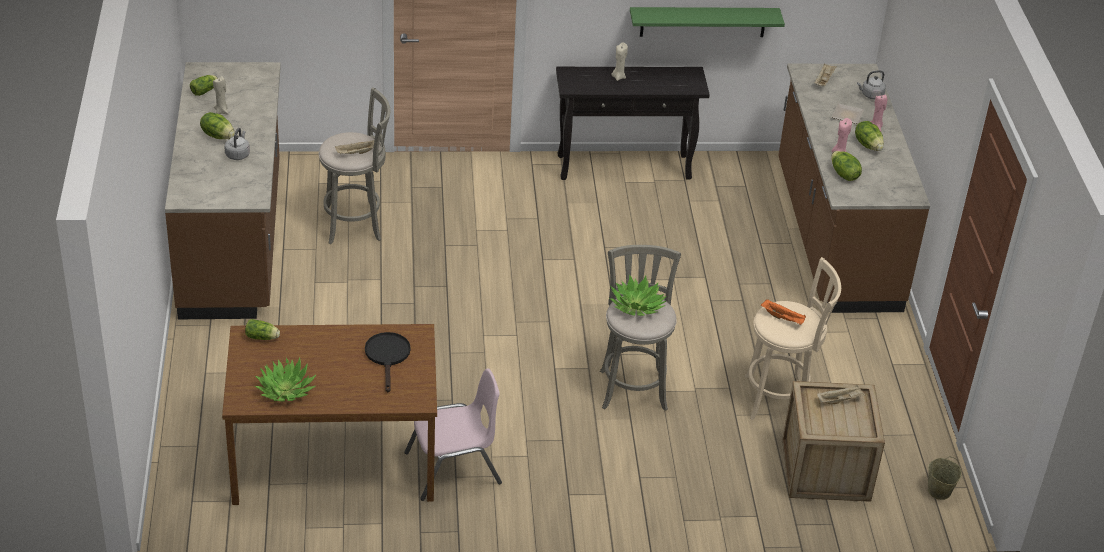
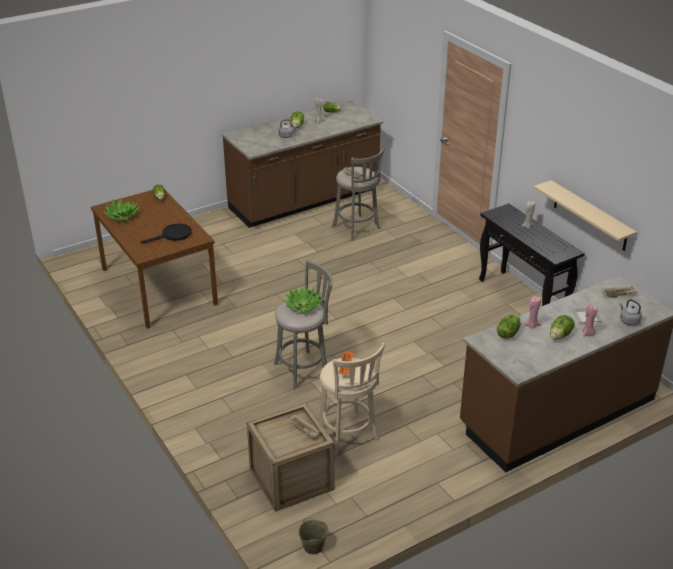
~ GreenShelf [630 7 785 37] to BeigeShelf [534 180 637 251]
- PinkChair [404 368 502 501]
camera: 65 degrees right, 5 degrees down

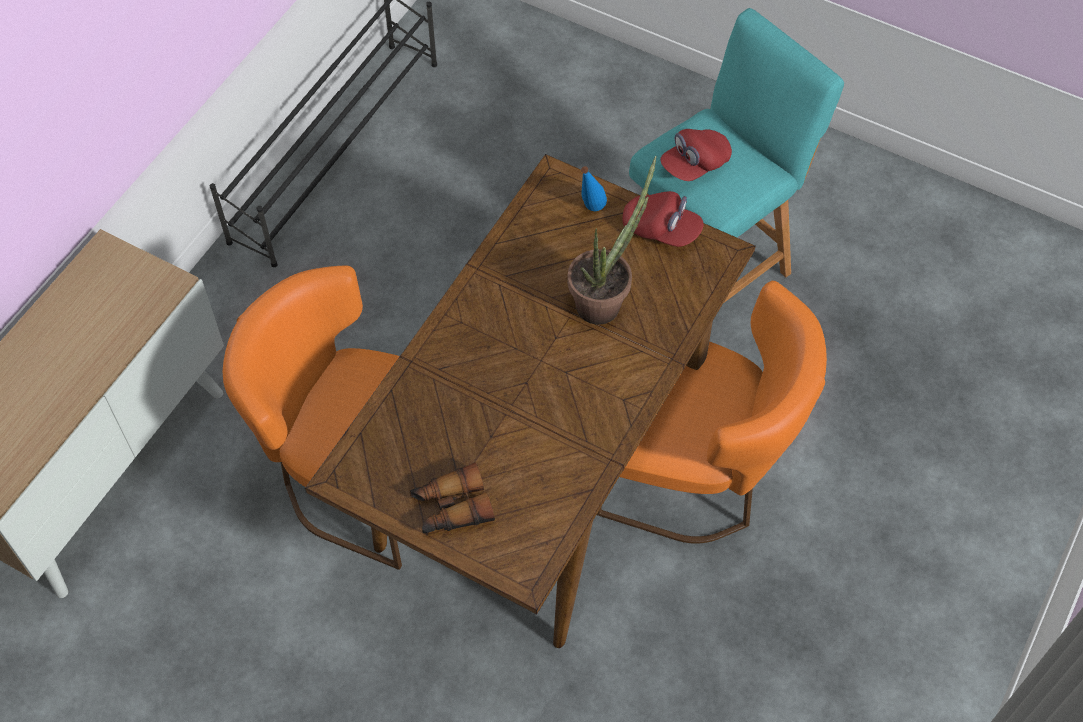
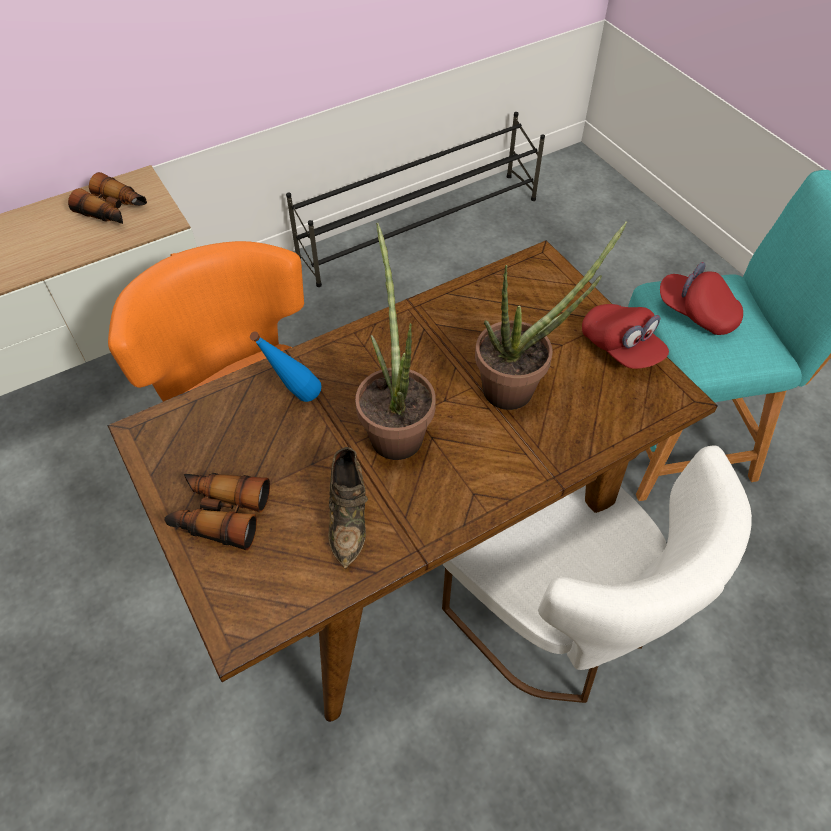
+ Binoculars [68 172 147 224]
~ BlueBottle [581 166 607 211] to [250 332 321 402]
+ BrownShoe [328 447 368 569]
+ PottedPlant [355 223 436 460]
~ OrangeChair [597 281 827 544] to WhiteChair [442 446 752 703]
~ RedCap [660 129 732 181] = [660 262 743 335] 45 degrees clockwise
camera: 30 degrees right, 5 degrees down

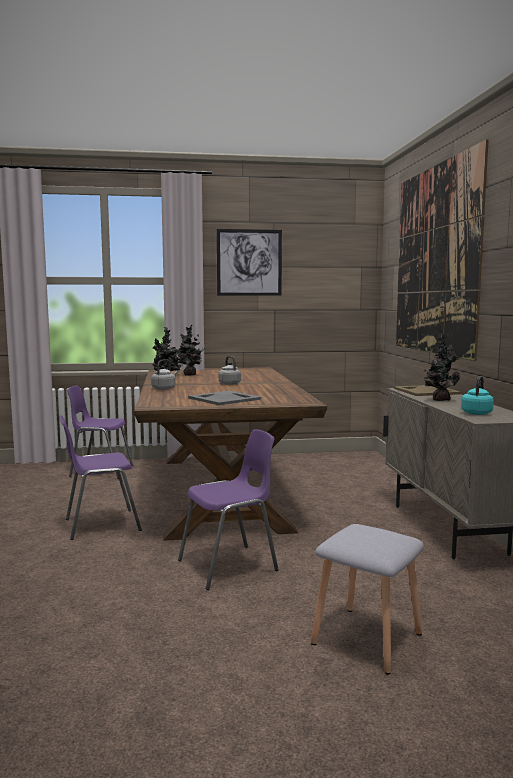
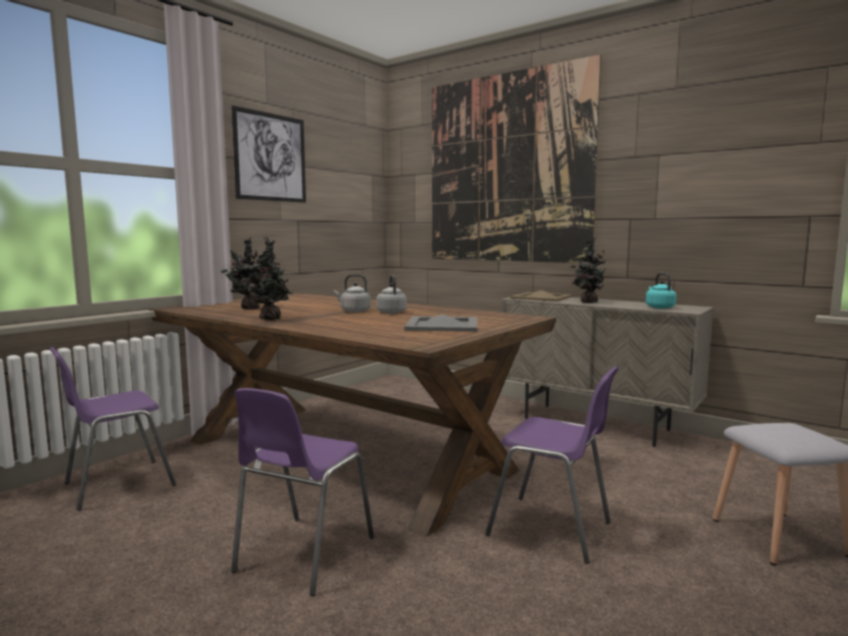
~ GreyKettle [151 359 178 390] to [376 275 407 314]
~ PurpleChair [178 429 279 590] = [485 366 619 564] 105 degrees clockwise
camera: 45 degrees left, 0 degrees up

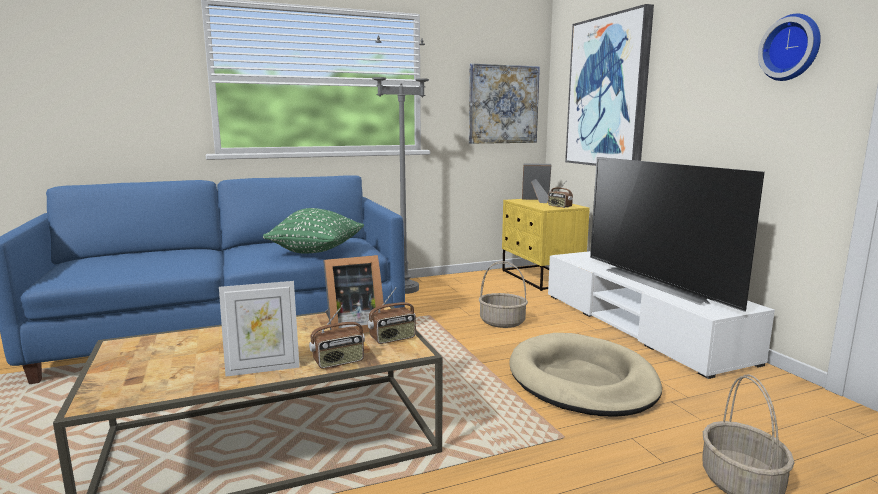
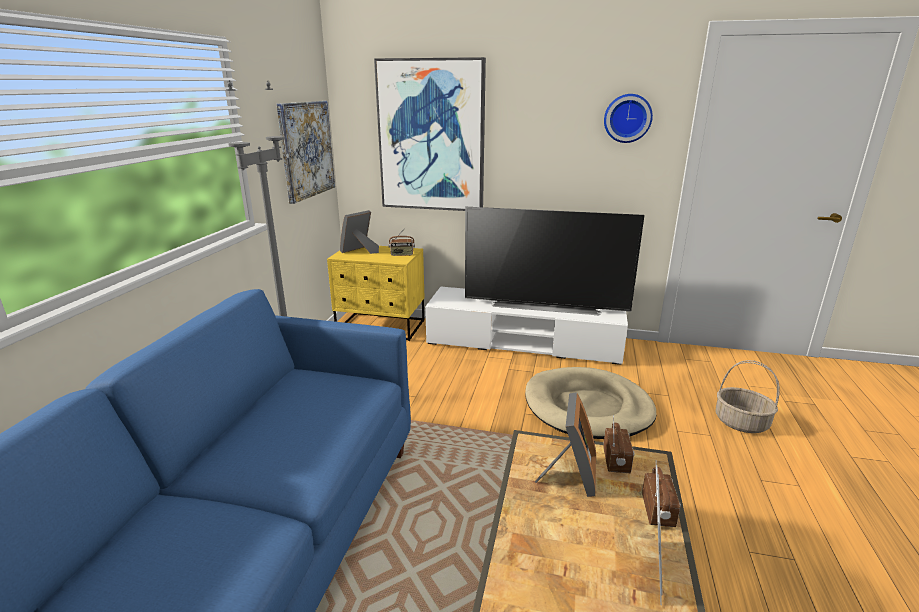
- GreenPillow [263 208 364 254]
- Basket [479 261 528 328]
camera: 55 degrees left, 10 degrees up

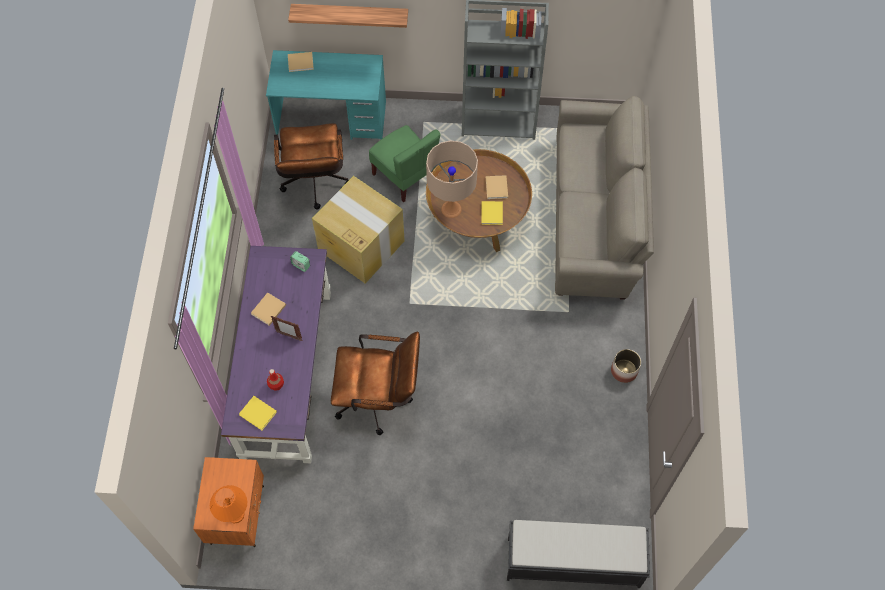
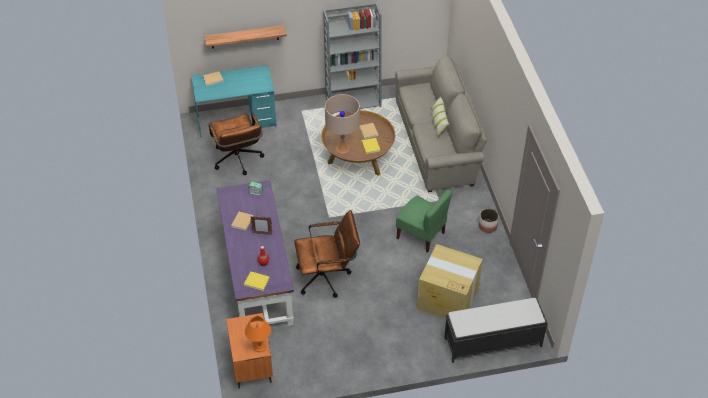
~ GreenChair [369 125 440 203] to [396 189 452 253]
~ CardboardBox [312 176 405 284] to [417 244 483 319]
+ Pillow [431 97 449 138]
camera: 15 degrees left, 15 degrees down

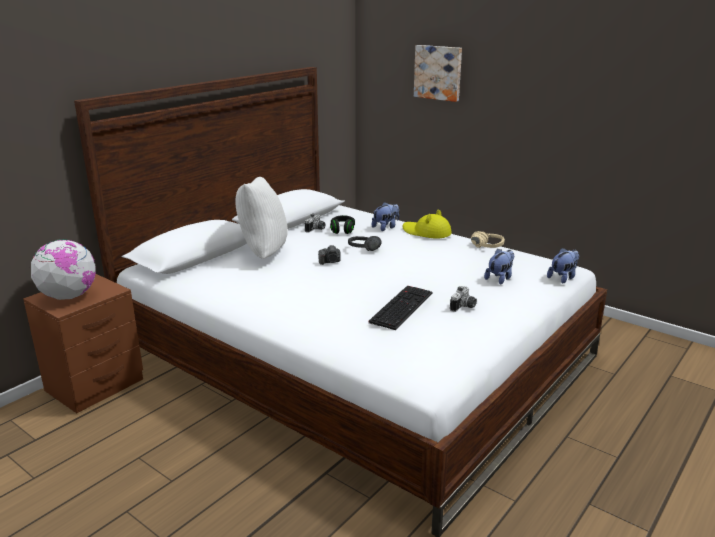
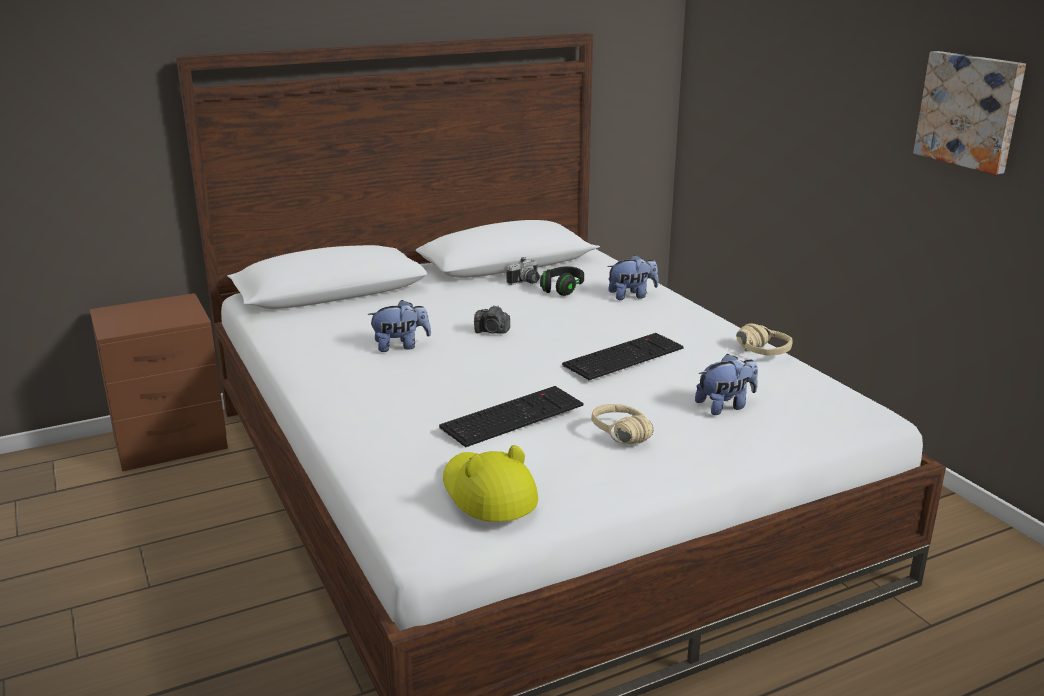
~ PlushToy [547 248 579 283] to [367 300 431 352]
~ YellowHat [402 209 451 239] to [443 445 538 522]
+ Keyboard [562 333 684 380]
~ PhotoCamera [450 286 477 312] to BeigeHeadphones [591 404 653 444]
~ Picture [414 45 462 102] to [913 51 1026 175]
- Globe [31 239 96 300]
- WhitePillow [235 177 288 259]
- BlackHeadphones [348 236 382 251]
camera: 25 degrees right, 0 degrees up

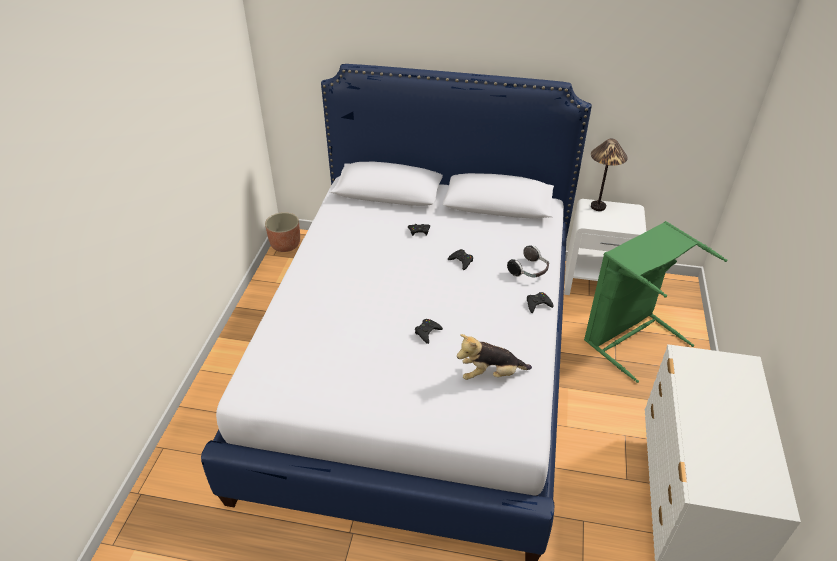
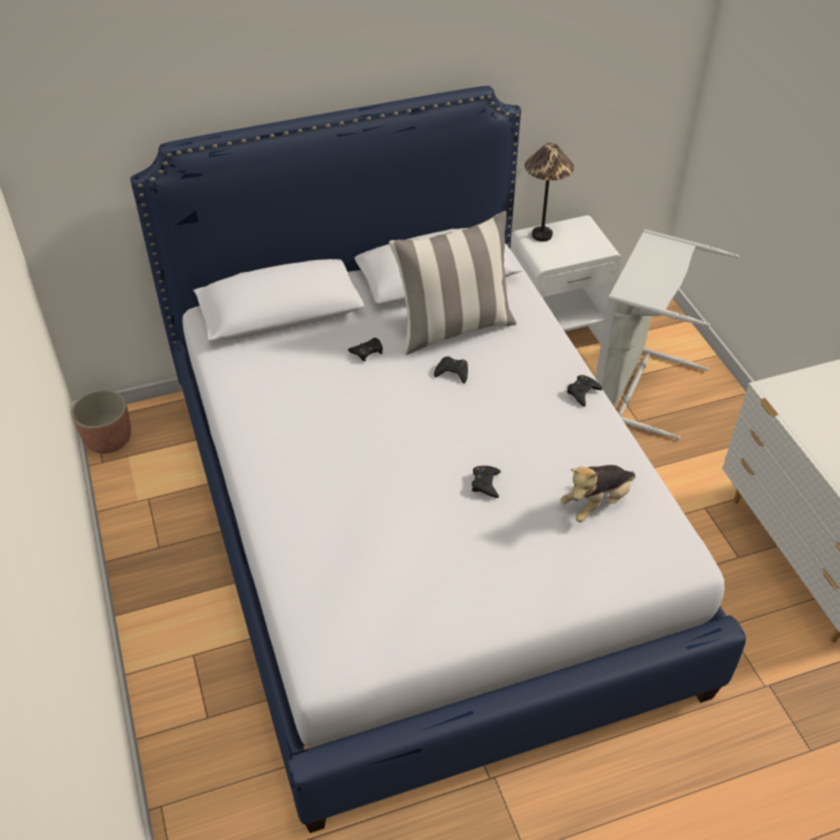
+ Pillow [389 211 516 355]
~ GreenLaundryBasket [584 221 727 383] to GreyLaundryBasket [595 229 739 440]
- Headphones [507 245 549 277]
camera: 30 degrees left, 5 degrees up

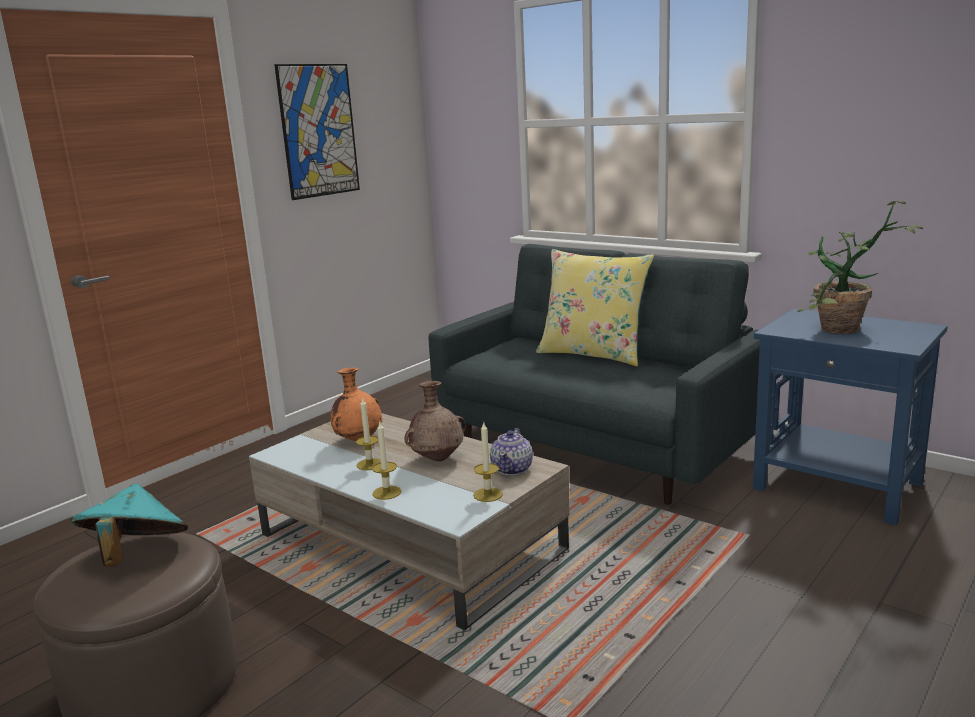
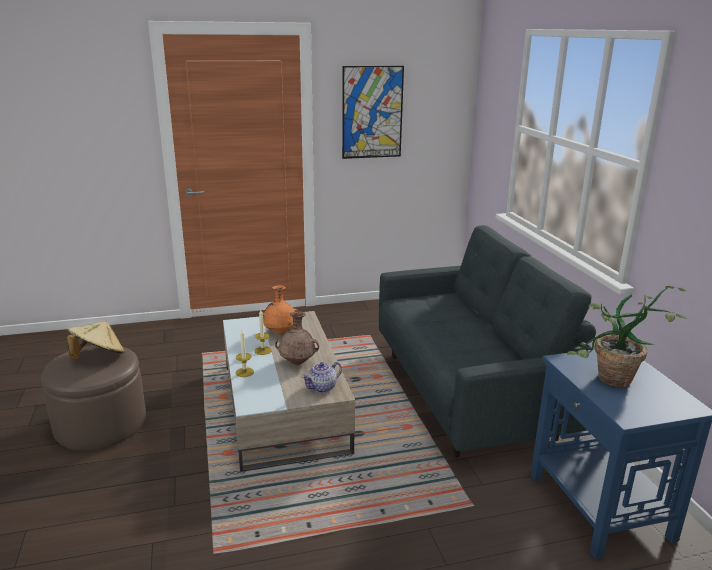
~ TurquoiseHat [70 483 188 567] to BeigeHat [67 321 125 360]
- Candle [473 421 503 502]
- YellowPillow [536 249 654 366]
camera: 35 degrees right, 5 degrees up

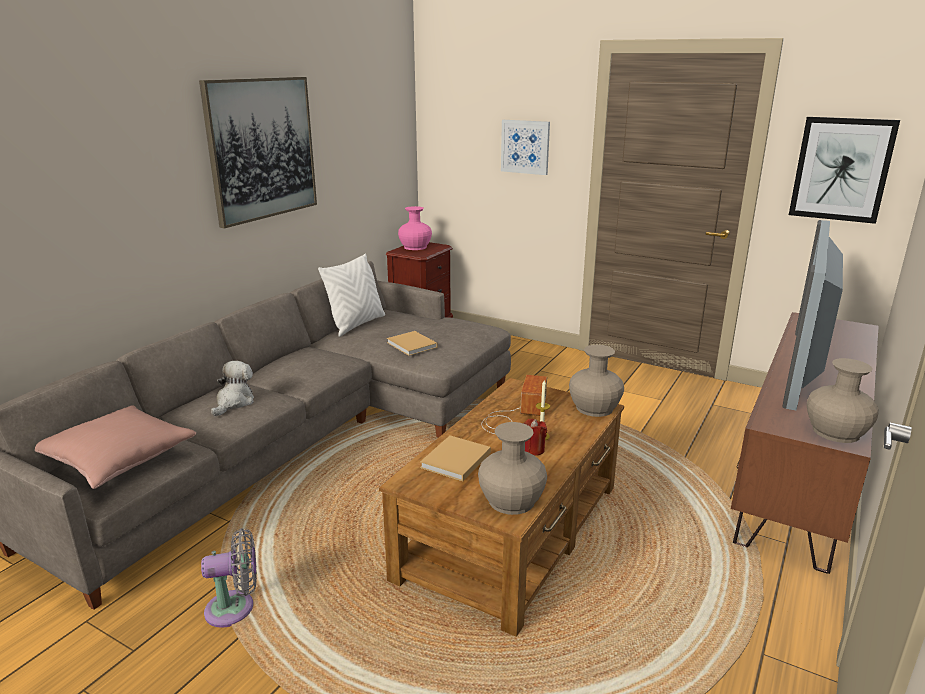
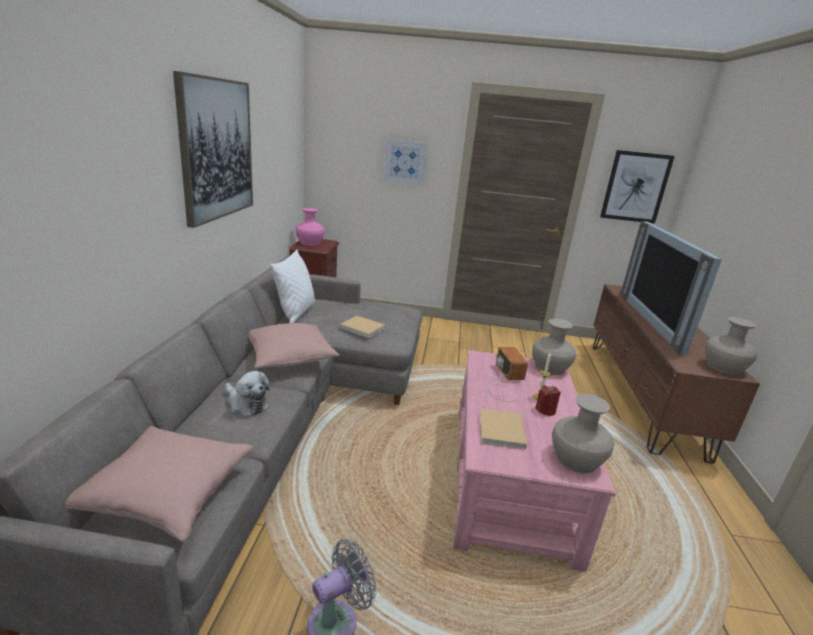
~ PlushToy [211 361 254 416] = [225 371 270 416] 135 degrees clockwise
+ PinkPillow [249 323 340 369]
~ BrownCoffeeTable [379 378 624 637] to PinkCoffeeTable [453 350 616 572]
camera: 25 degrees left, 0 degrees up

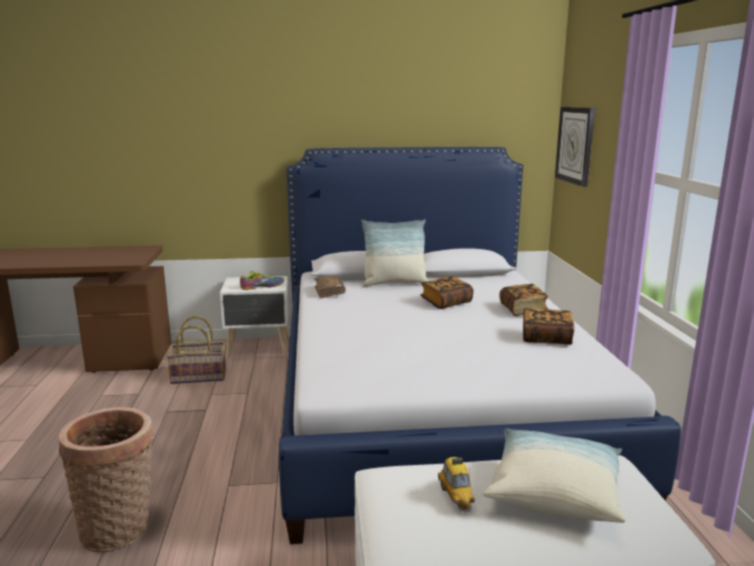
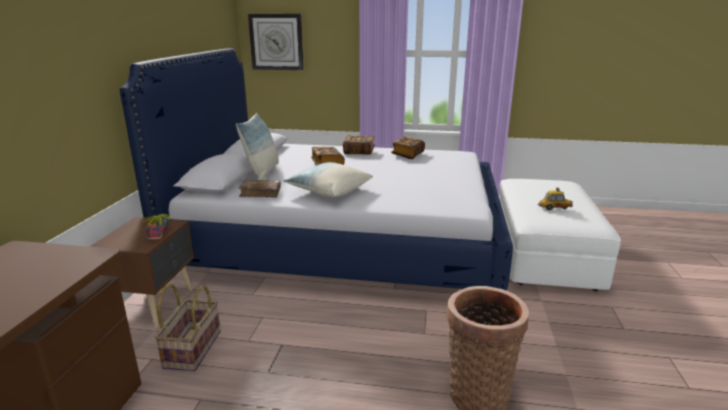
~ WhiteNightstand [220 276 289 357] to BrownNightstand [90 217 194 328]
~ Pillow [483 428 626 523] to [283 162 373 197]
camera: 75 degrees left, 5 degrees up

